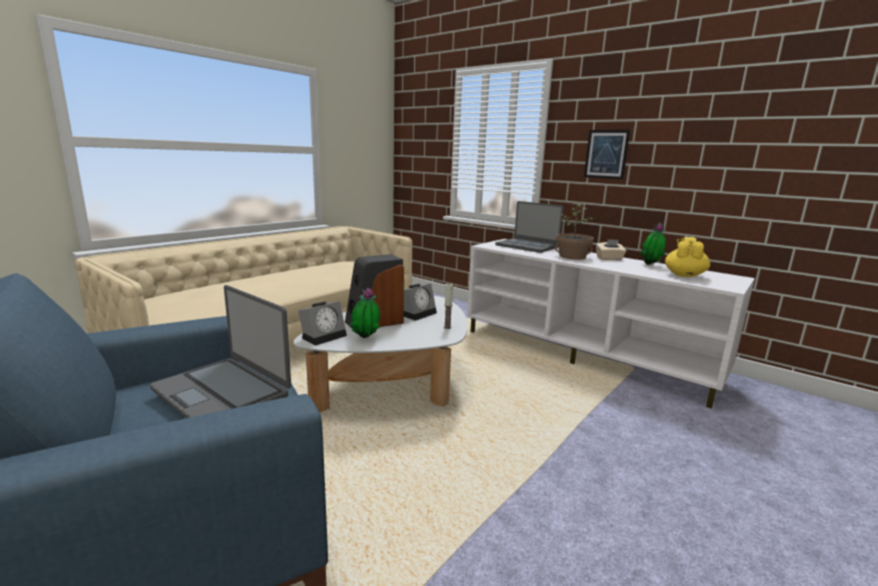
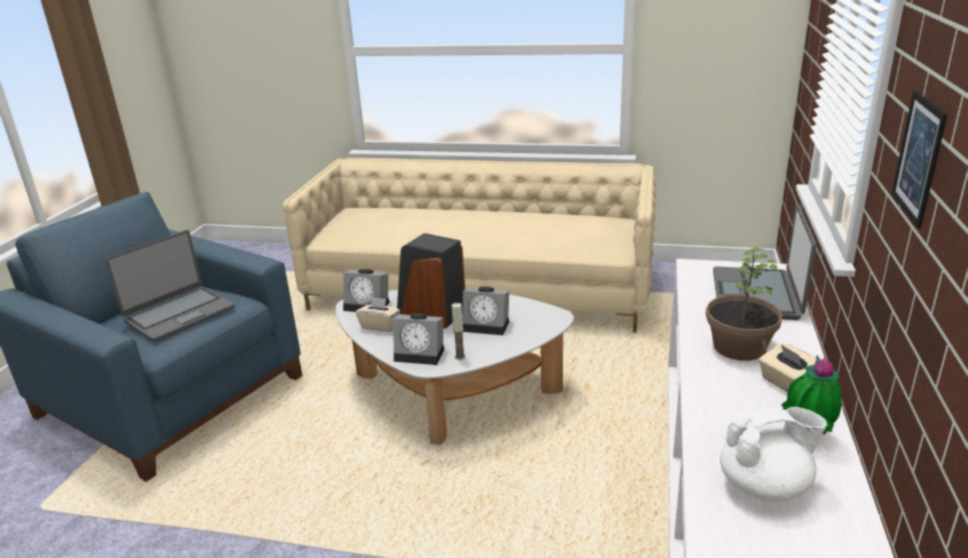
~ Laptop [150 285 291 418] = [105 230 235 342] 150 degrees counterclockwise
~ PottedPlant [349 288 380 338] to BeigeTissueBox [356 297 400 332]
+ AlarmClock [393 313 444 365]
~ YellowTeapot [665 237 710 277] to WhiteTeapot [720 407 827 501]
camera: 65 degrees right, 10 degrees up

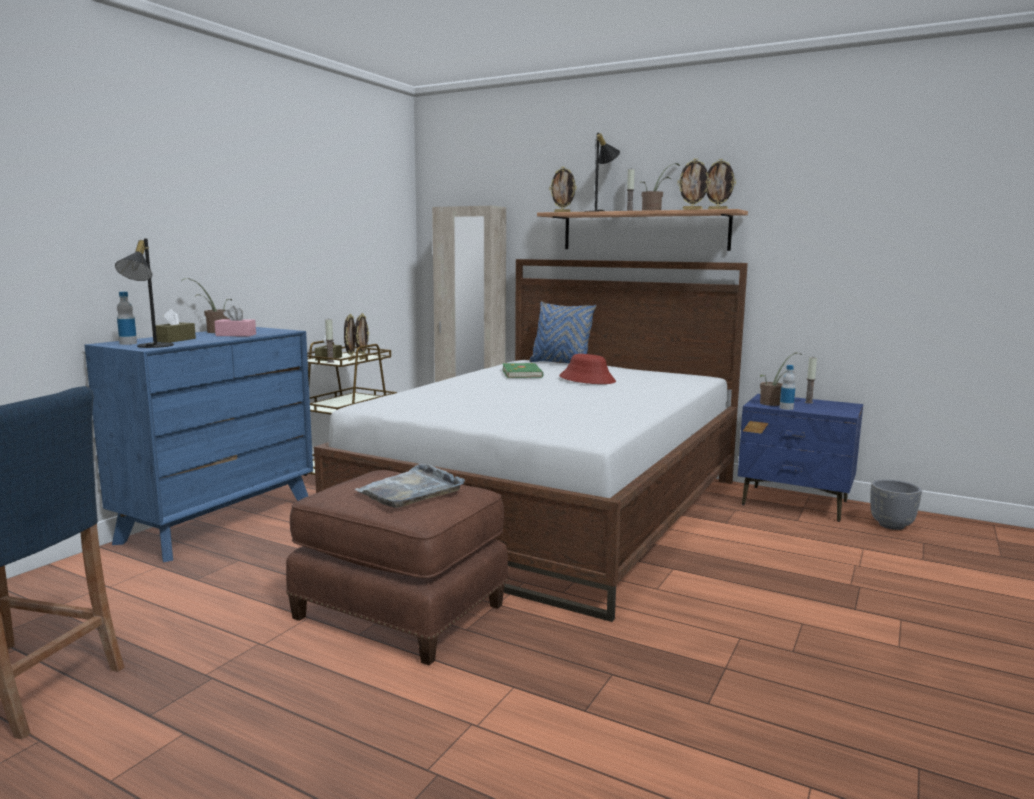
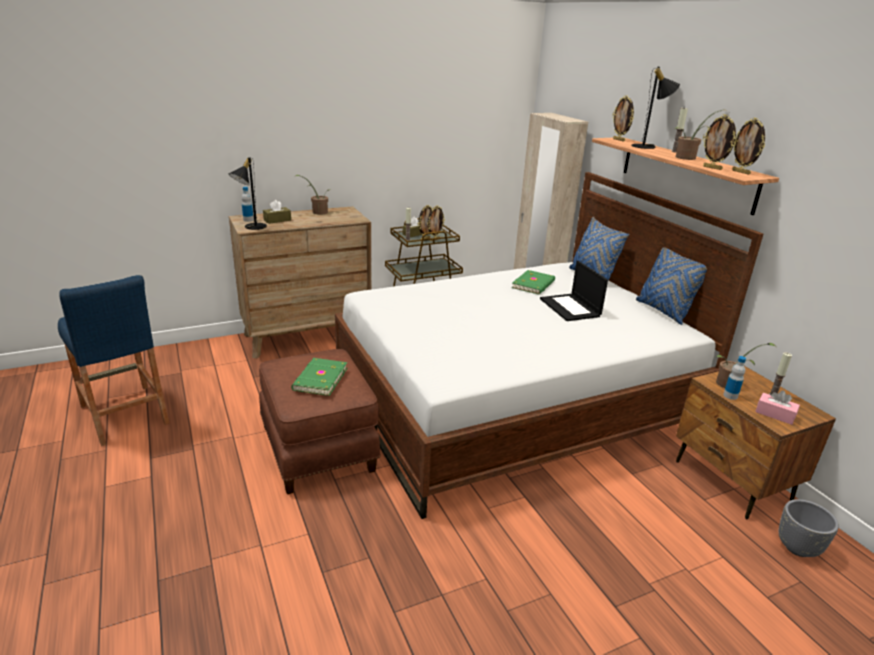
~ BlueDresser [84 327 313 562] to BrownDresser [229 206 372 358]
~ GreyTray [354 463 465 508] to GreenBook [292 358 347 396]
~ RedHat [559 354 616 384] to Laptop [540 261 608 321]
+ BluePillow [636 247 707 325]
~ BlueNightstand [738 394 863 522] to BrownNightstand [676 366 836 519]
~ PinkTissueBox [214 306 256 337] to [755 390 800 425]
camera: 35 degrees right, 15 degrees up

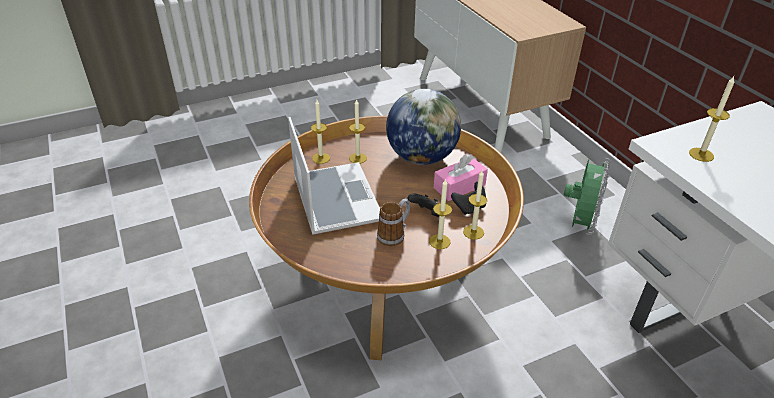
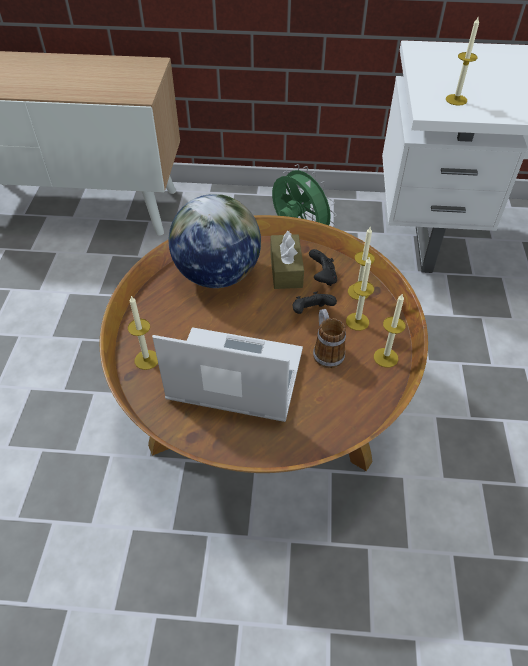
~ PinkTissueBox [434 154 488 201] to BrownTissueBox [270 231 304 289]
~ Candle [349 99 367 164] to [374 293 406 368]
camera: 60 degrees left, 10 degrees up

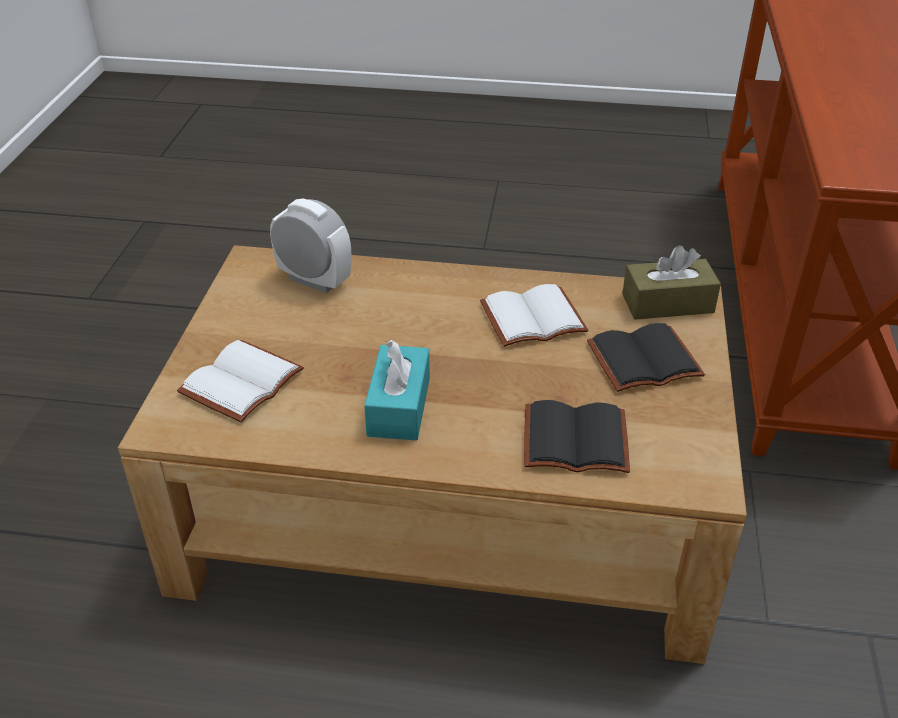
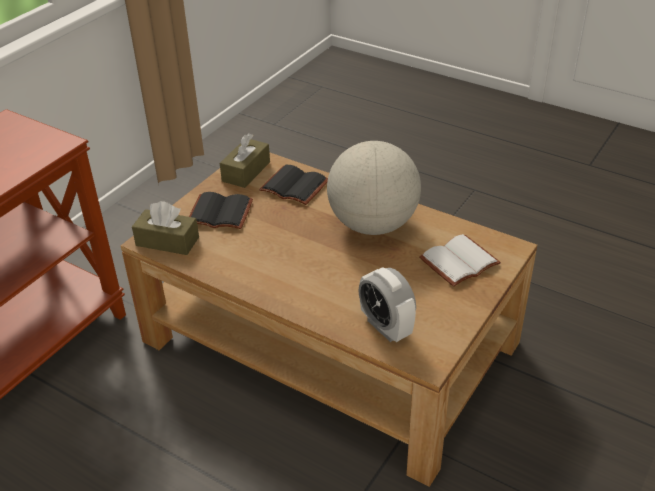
+ BrownTissueBox [220 133 270 188]
~ TurquoiseTissueBox [364 340 430 440] to Globe [327 141 421 235]
- WhiteBook [480 284 588 347]
camera: 155 degrees left, 0 degrees up

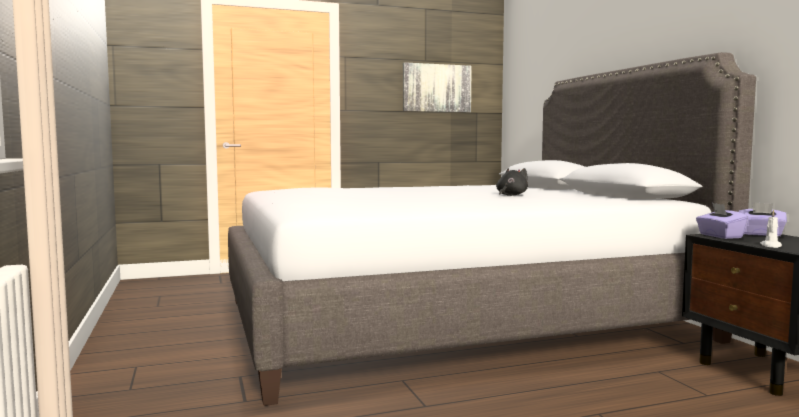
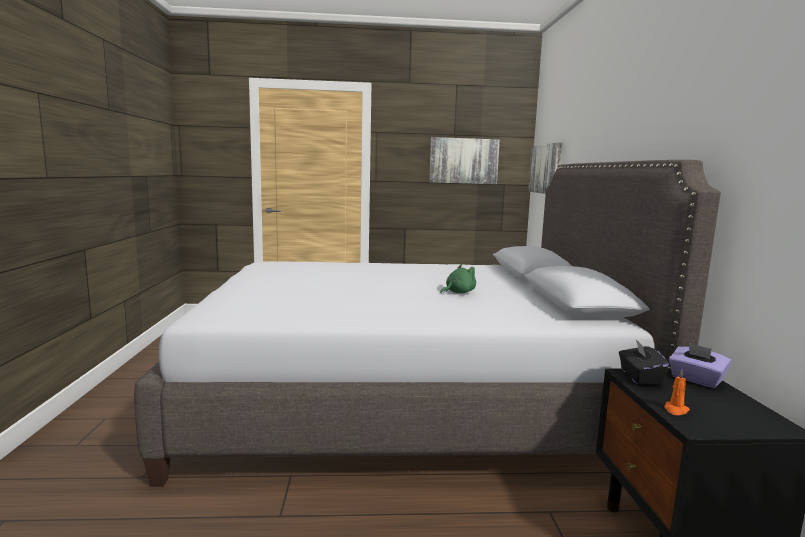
~ BlackPlushToy [496 168 528 196] to GreenPlushToy [440 264 476 293]
+ Picture [528 142 562 194]
~ PurpleTissueBox [696 203 748 239] to BlackTissueBox [619 340 669 386]
~ WhiteCandle [760 209 782 248] to OrangeCandle [664 370 690 415]
camera: 15 degrees right, 5 degrees up

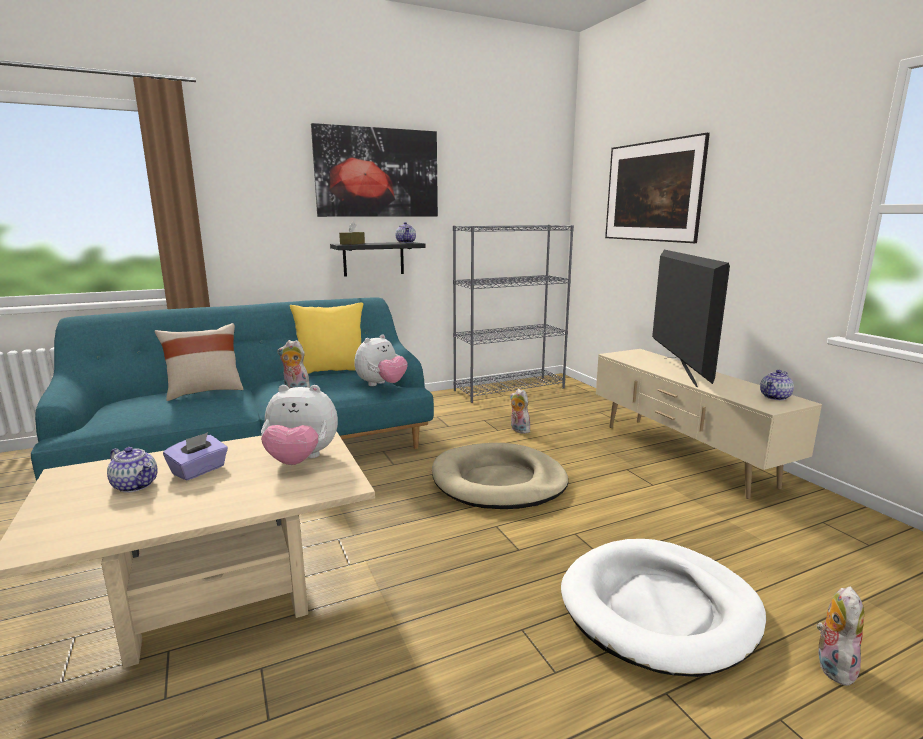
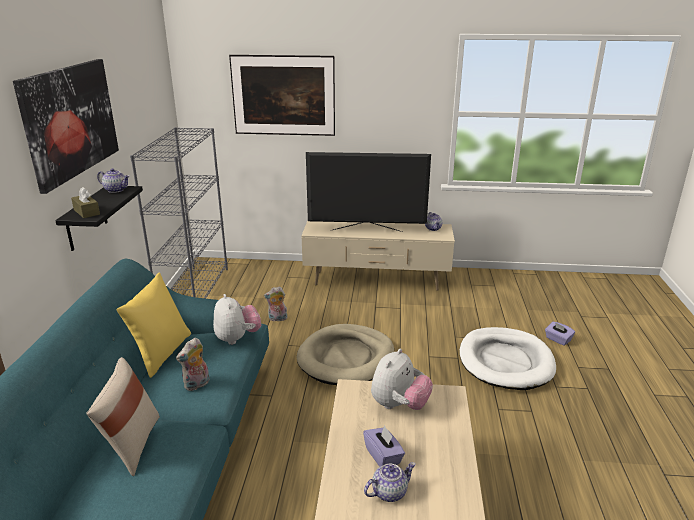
~ Television [652 250 730 388] = [306 152 431 232] 150 degrees clockwise
~ PlushToy [817 586 864 686] to PurpleTissueBox [545 322 575 346]
camera: 60 degrees left, 10 degrees up

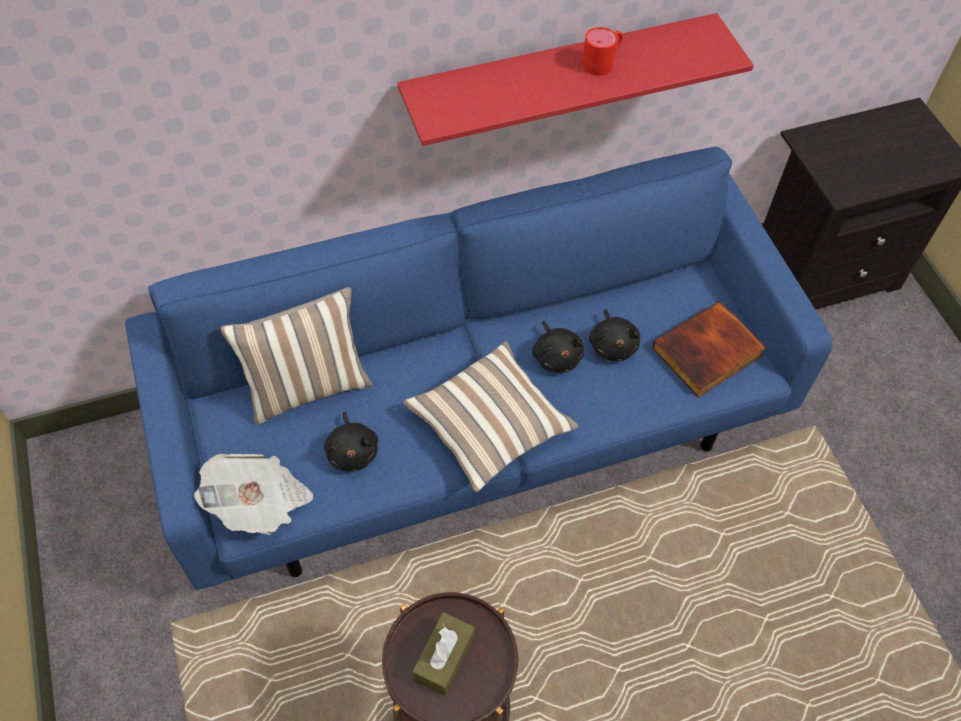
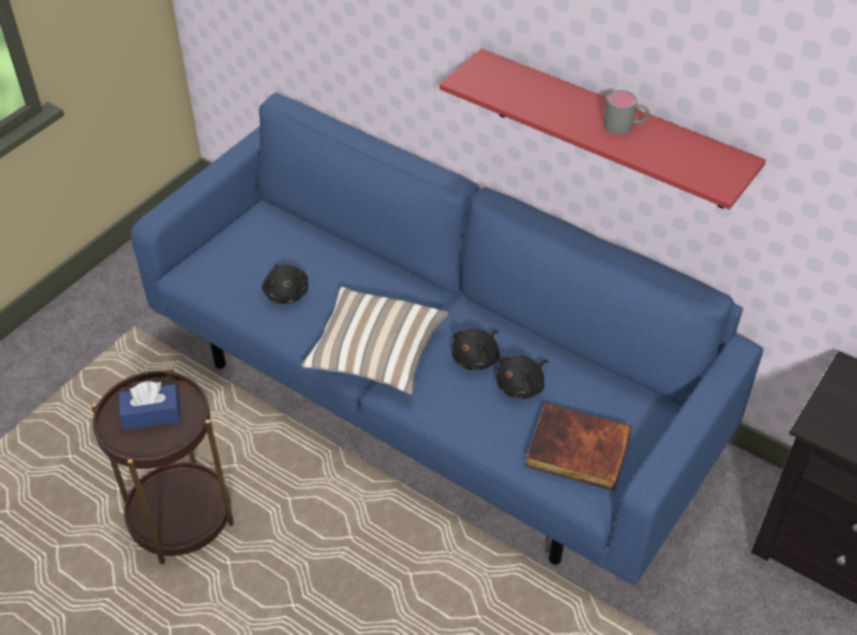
~ BrownTissueBox [412 612 475 696] to BlueTissueBox [119 381 181 430]
~ BlackPlushToy [324 412 378 472] = [262 264 308 304] 60 degrees counterclockwise
~ RedMug [582 27 623 76] to GreyMug [603 90 650 135]
- Newspaper [194 454 313 535]
- Pillow [220 287 373 425]
camera: 55 degrees right, 10 degrees down

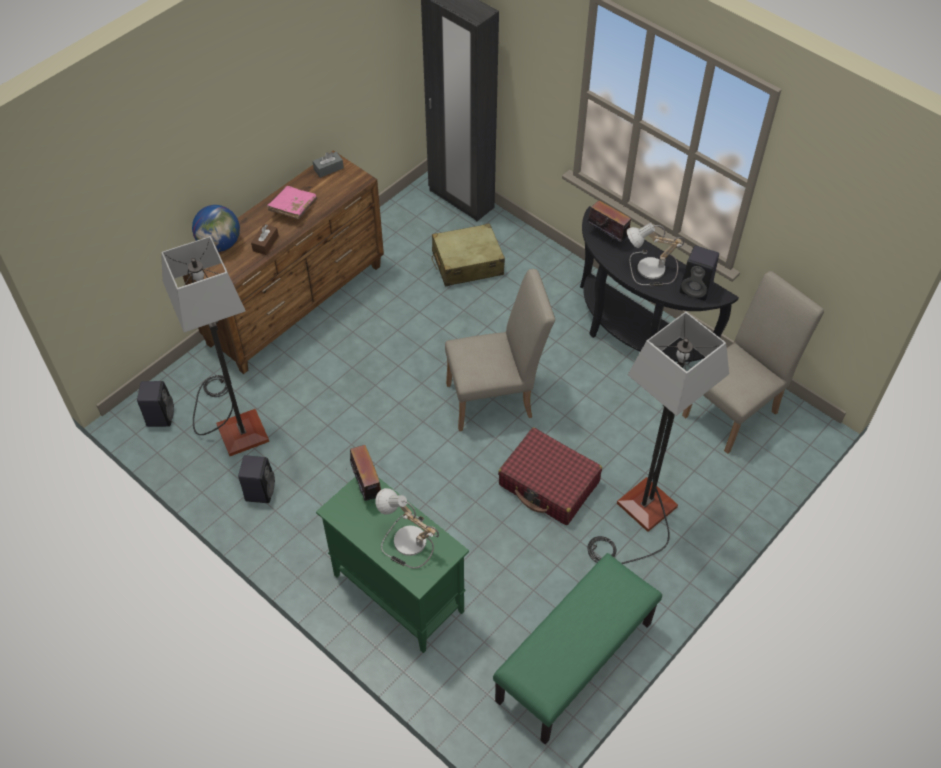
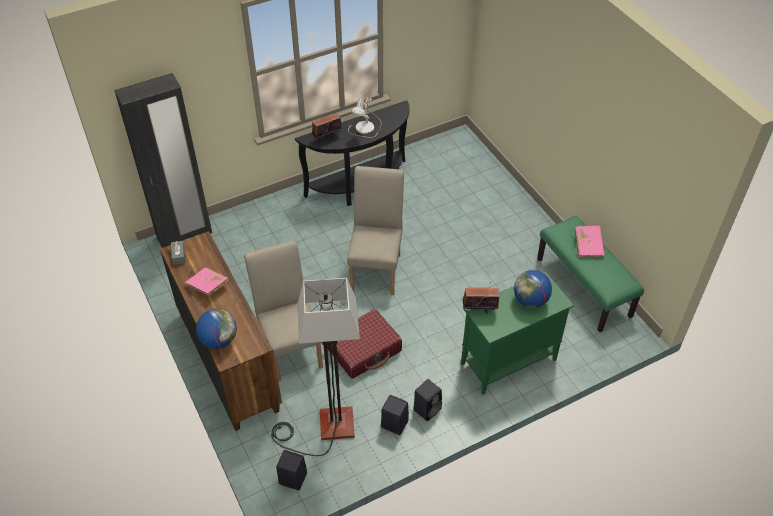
~ BeigeChair [682 271 824 454] to [244 240 323 381]
~ RedSuitcase [498 428 602 525] to [327 309 402 379]
~ BlackSpeaker [679 246 719 301] to [413 379 442 421]
~ TableLamp [375 488 439 569] to Globe [514 270 552 308]
+ PinkBook [574 225 605 257]
- BrownTissueBox [251 224 279 255]
- BeigeSuitcase [432 223 505 287]
- FloorLamp [587 312 729 564]
camera: 70 degrees left, 5 degrees down

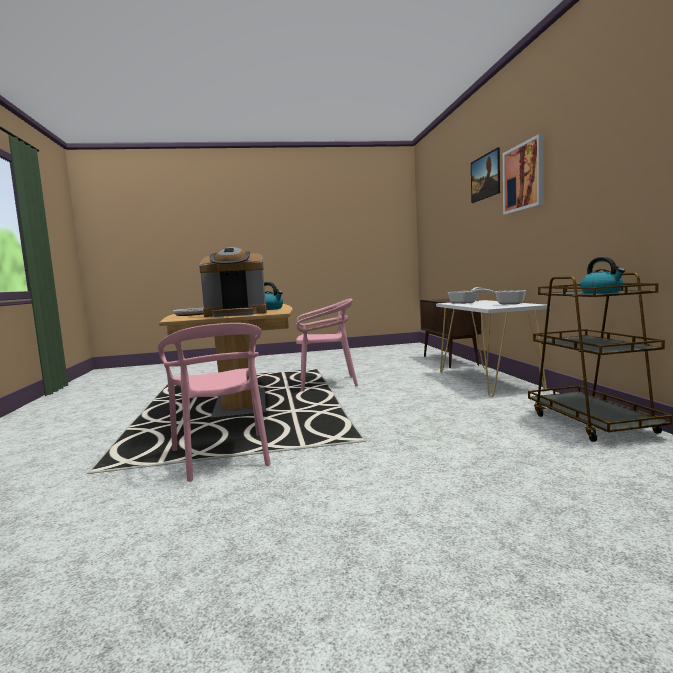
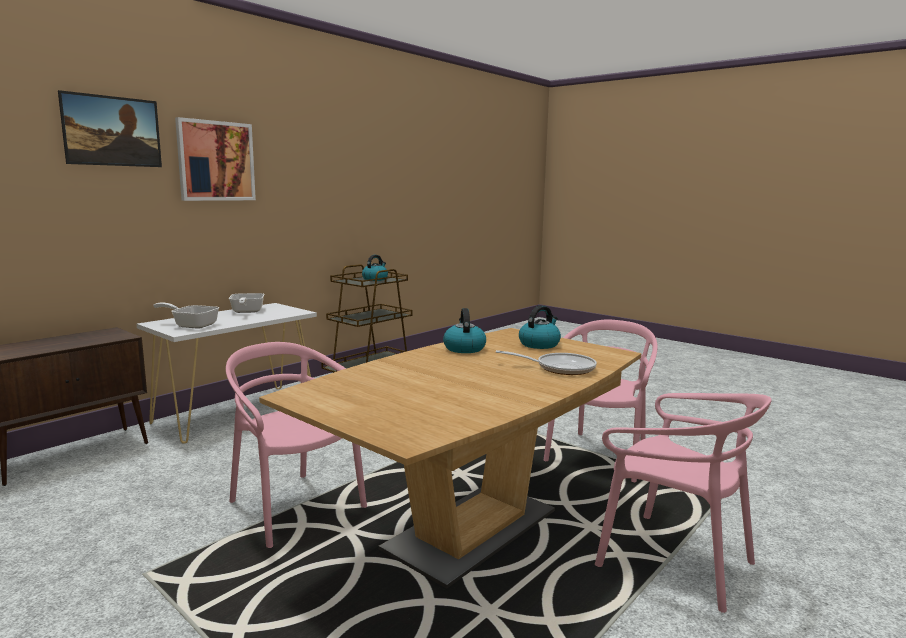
~ CoffeeMachine [199 247 267 317] to Kettle [519 305 561 349]
+ PinkChair [595 393 772 613]
camera: 130 degrees left, 5 degrees up

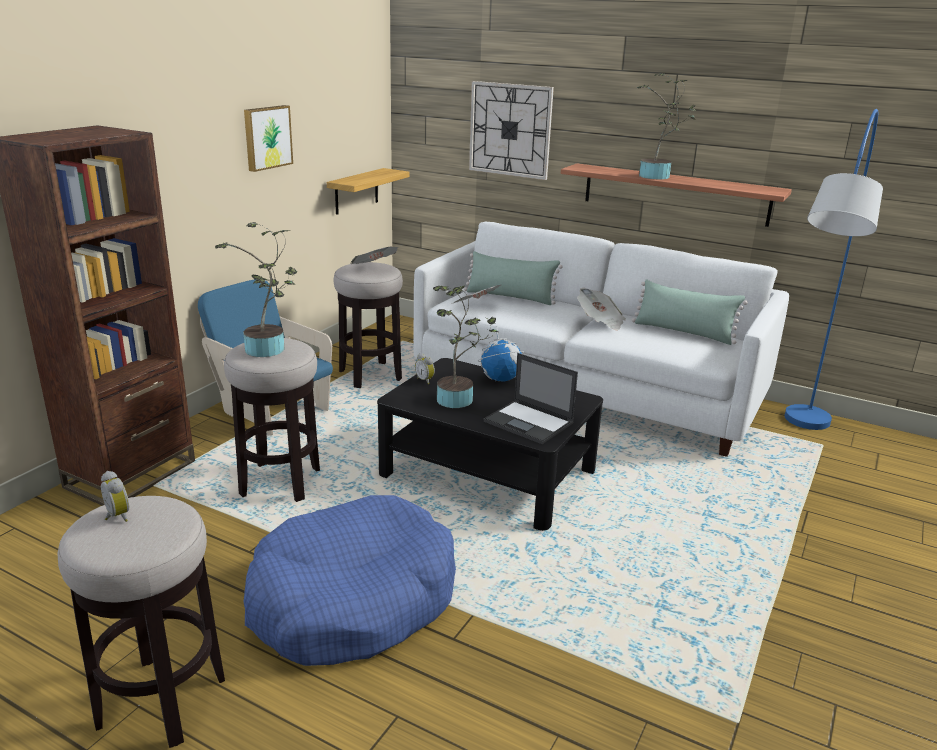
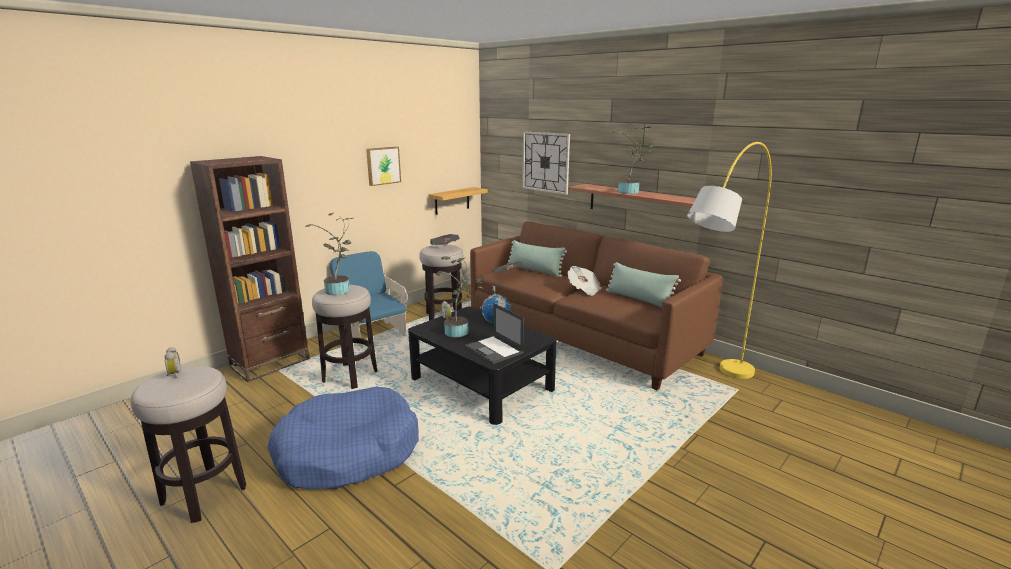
~ WhiteSofa [413 222 789 457] to BrownSofa [470 221 723 390]
~ BlueFloorLamp [784 109 883 430] to YellowFloorLamp [687 142 772 379]
camera: 15 degrees right, 5 degrees down

